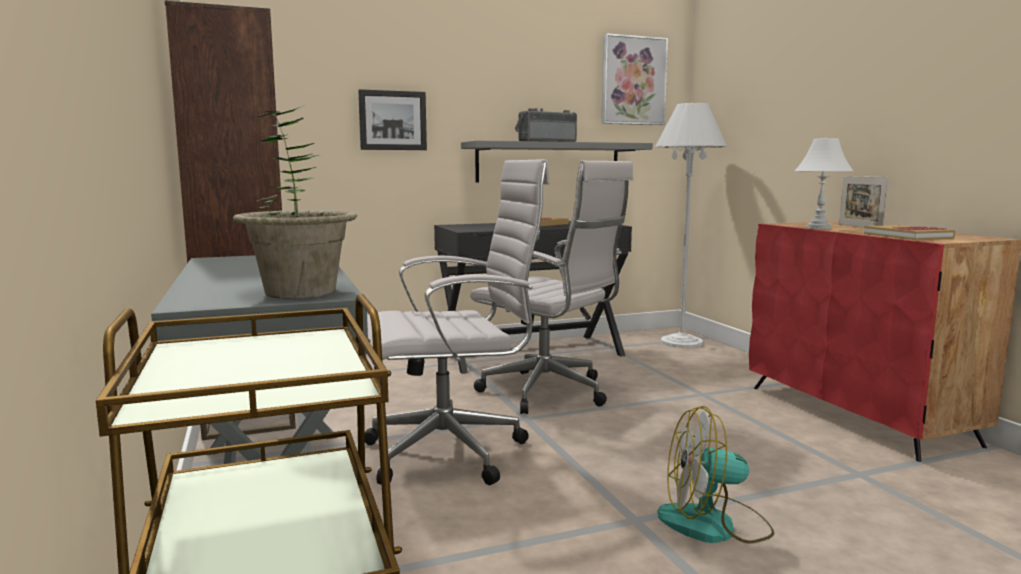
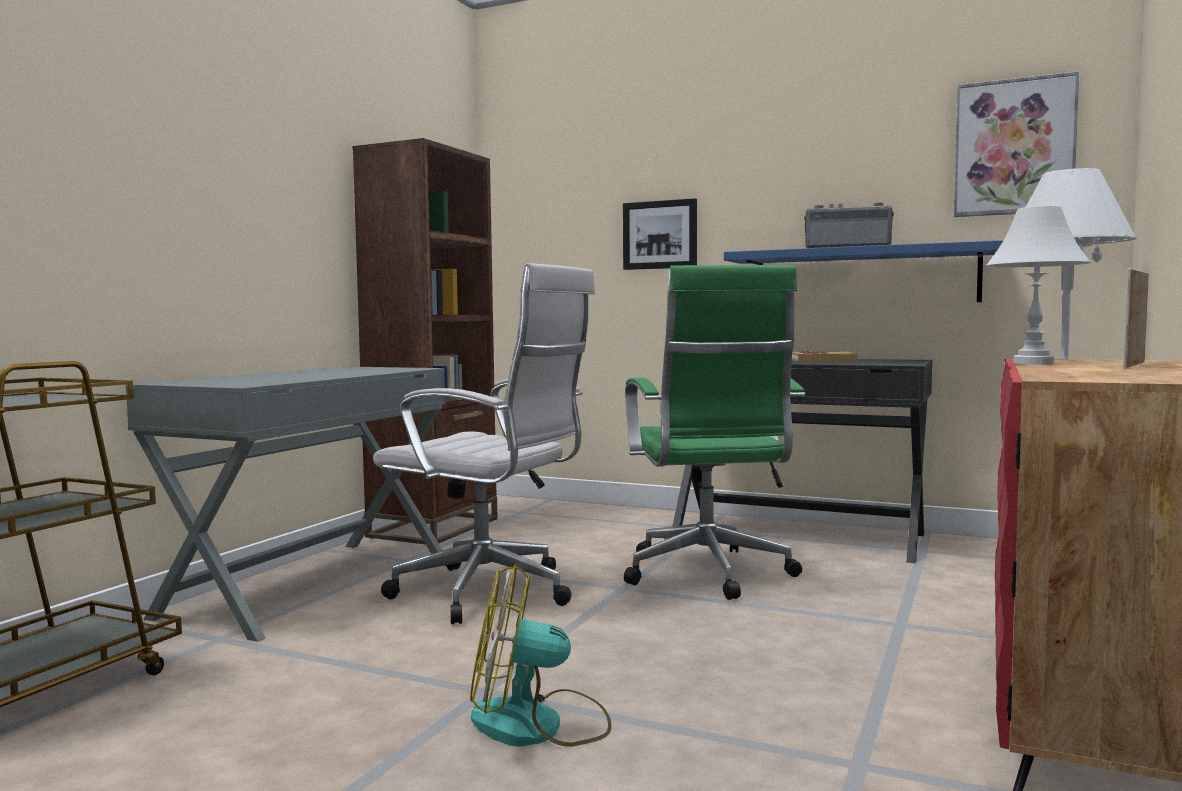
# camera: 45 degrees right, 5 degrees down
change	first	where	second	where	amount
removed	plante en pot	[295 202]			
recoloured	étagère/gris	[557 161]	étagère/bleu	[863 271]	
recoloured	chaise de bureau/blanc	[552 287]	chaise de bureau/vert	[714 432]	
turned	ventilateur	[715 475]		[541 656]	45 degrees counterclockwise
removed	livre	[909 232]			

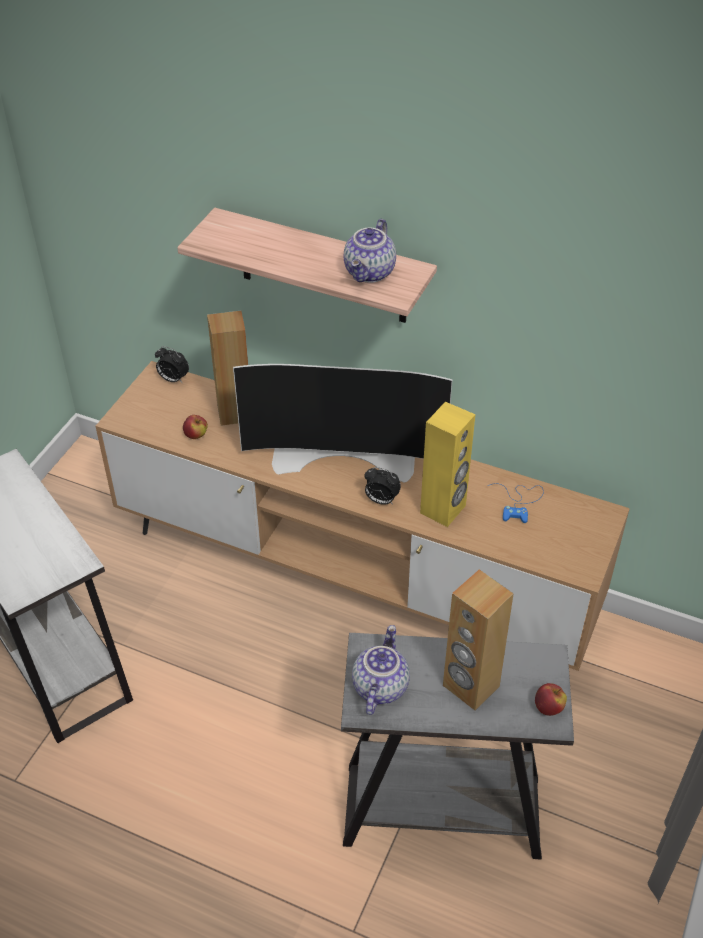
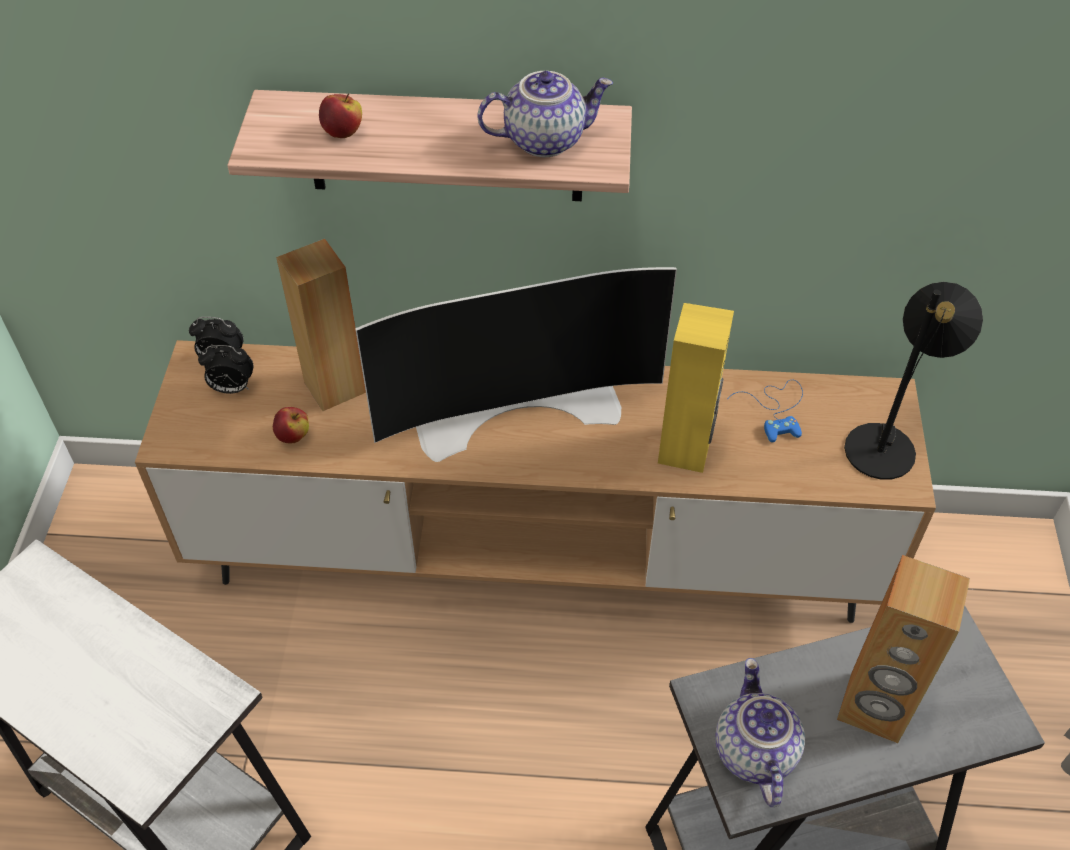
# camera: 20 degrees left, 5 degrees up
change	first	where	second	where	amount
turned	théière	[370 251]		[545 114]	105 degrees counterclockwise
moved	réveil	[382 486]		[225 369]	
moved	pomme	[551 699]		[340 116]	
added			lampe de table/noir	[913 381]	

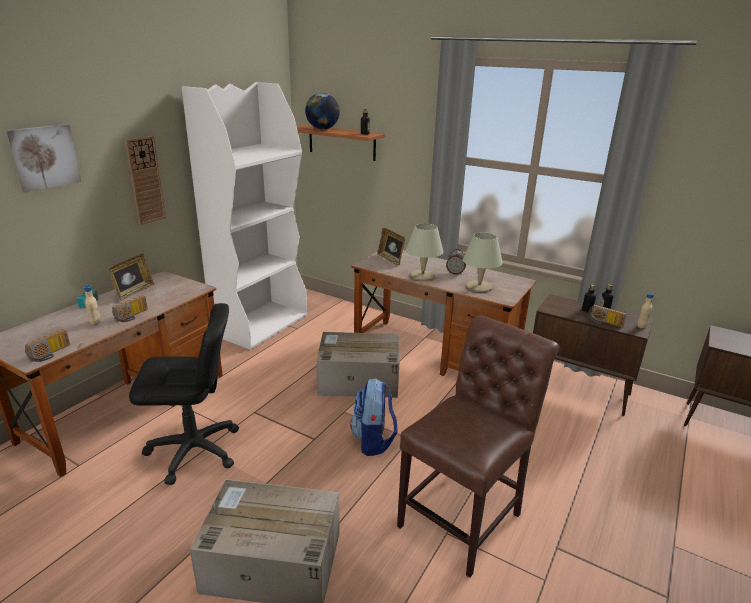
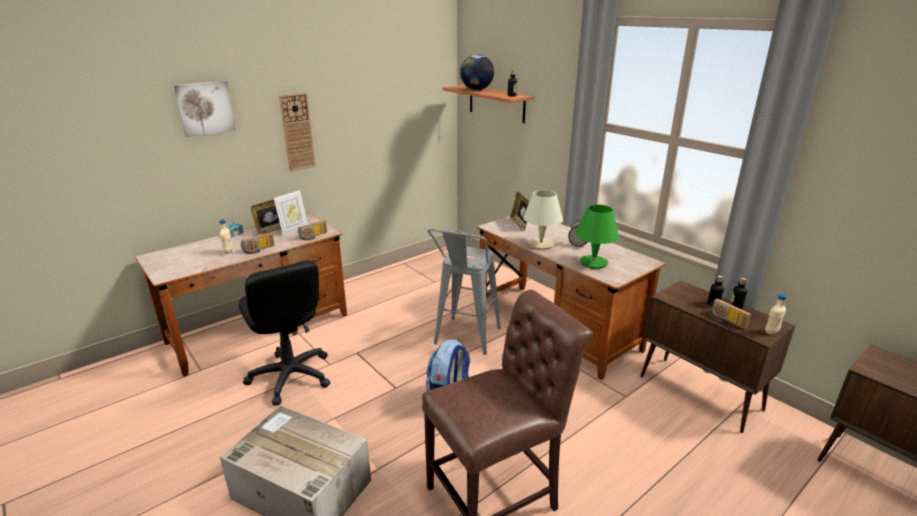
# camera: 20 degrees right, 0 degrees up
change	first	where	second	where	amount
moved	radio	[47 345]		[312 230]	
turned	chaise de bureau/noir	[184 394]		[284 333]	45 degrees clockwise
removed	bibliothèque/blanc	[244 216]			
replaced	carton	[357 365]	tabouret/gris	[464 292]	
recoloured	lampe de table/beige	[483 262]	lampe de table/vert	[597 237]	
added			cadre photo	[291 213]	

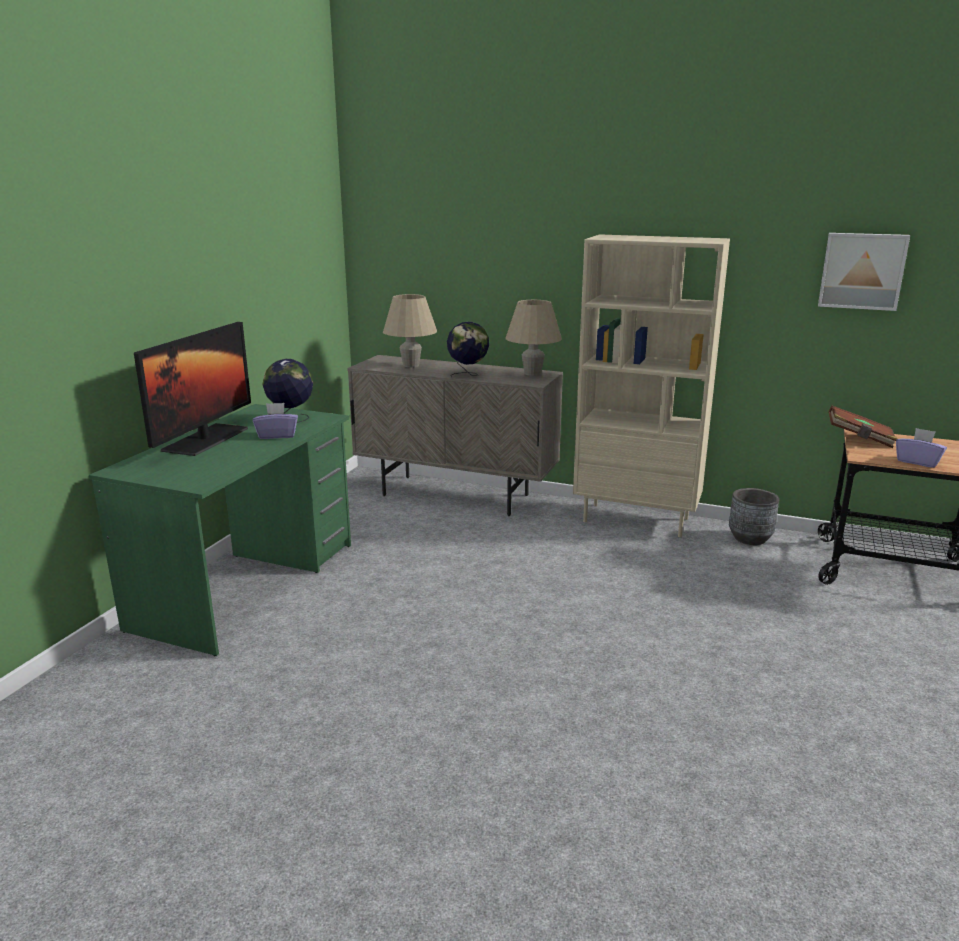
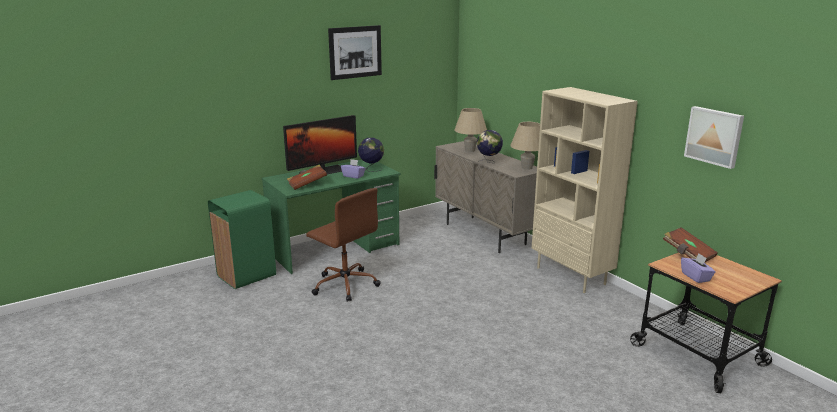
# camera: 35 degrees right, 0 degrees up
change	first	where	second	where	amount
removed	cache-pot/gris	[754 516]			
added			poubelle/vert	[242 239]	
added			livre/marron	[307 177]	
added			chaise de bureau/marron	[343 245]	
added			tableau	[355 52]	

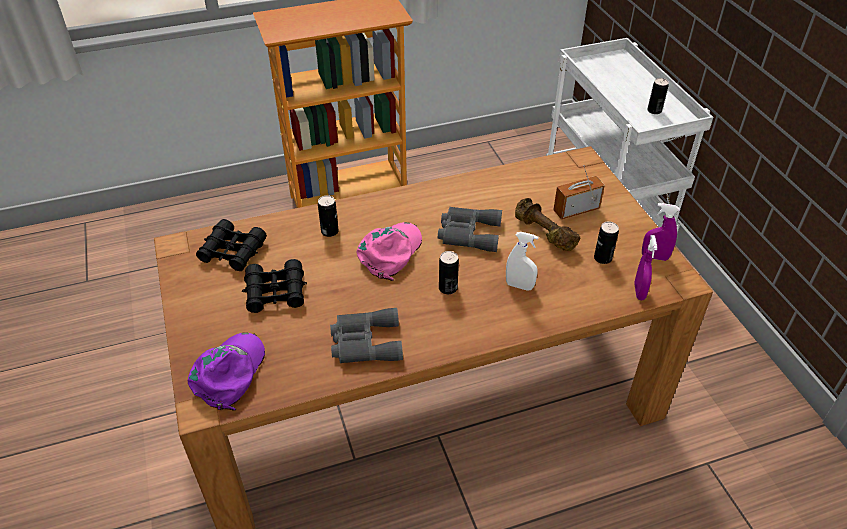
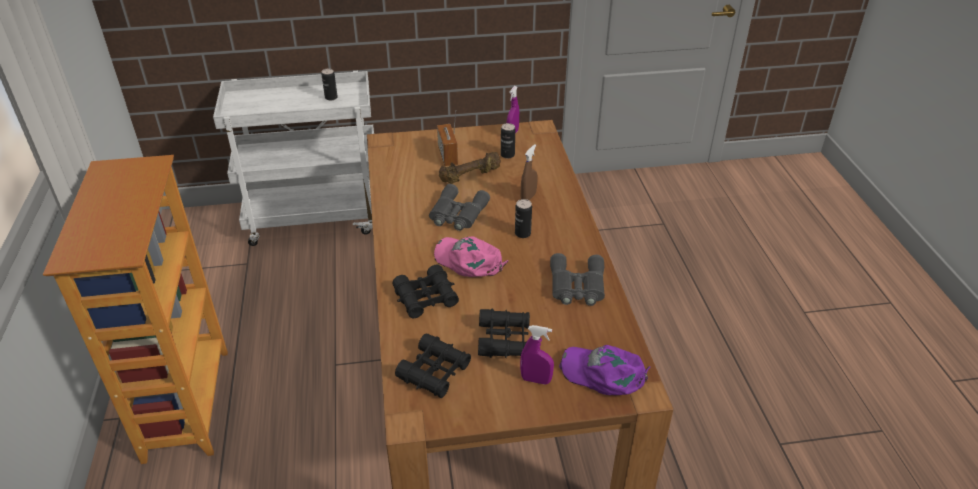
# camera: 80 degrees left, 5 degrees down
change	first	where	second	where	amount
replaced	boîte métallique	[328 216]	jumelles/noir	[426 291]	
recoloured	vaporisateur/blanc	[522 261]	vaporisateur/marron	[528 172]	
moved	vaporisateur/violet	[645 267]		[537 354]	

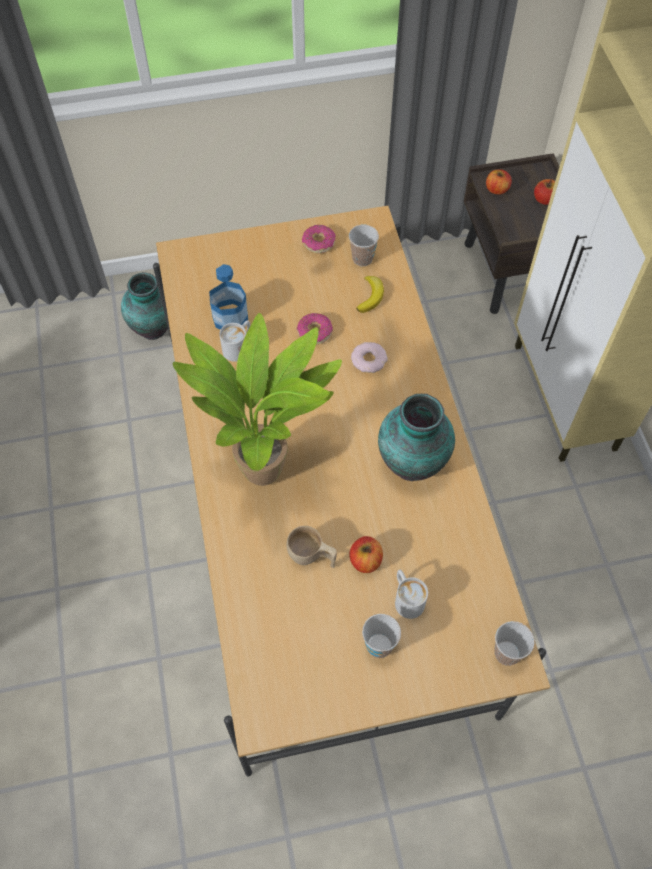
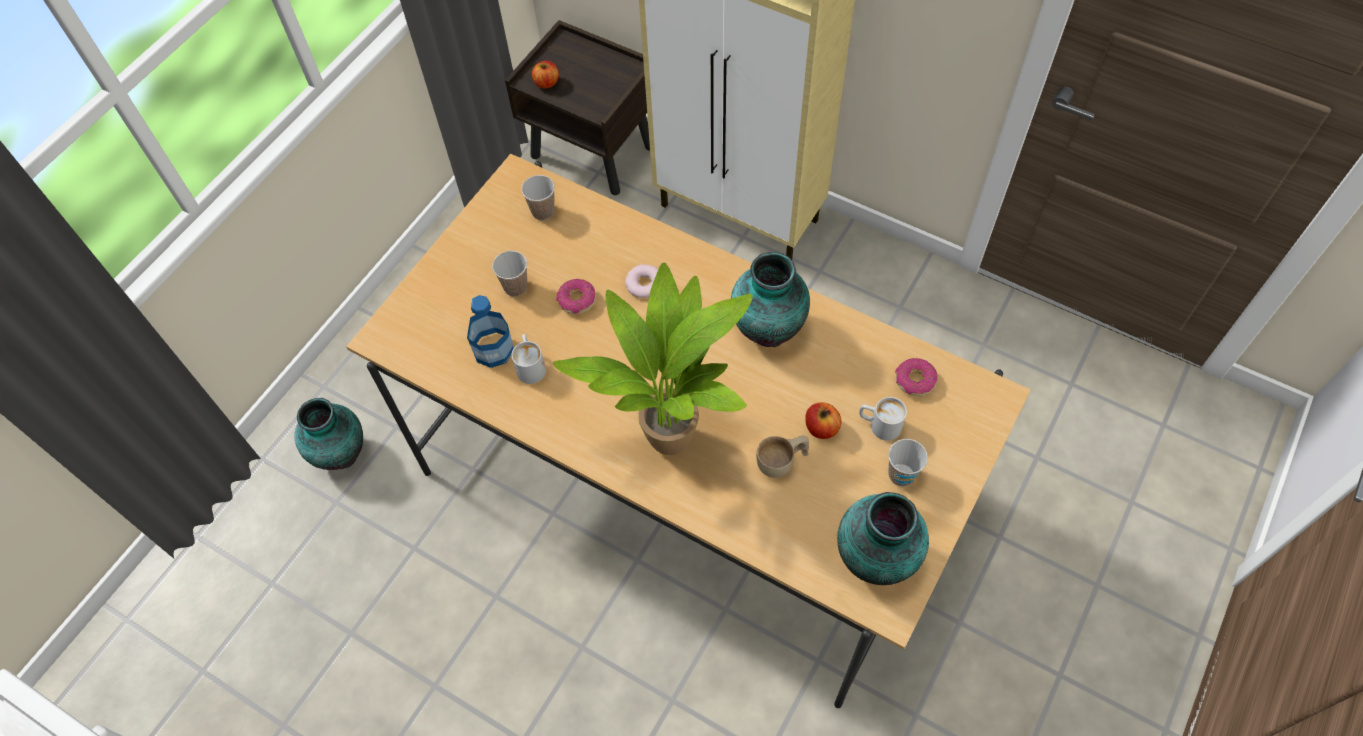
# camera: 45 degrees left, 0 degrees up
change	first	where	second	where	amount
moved	beignet	[319 239]		[916 377]	
removed	banane	[370 294]			
moved	tasse	[514 643]		[509 274]	
removed	pomme	[544 192]			
added			vase	[883 538]	

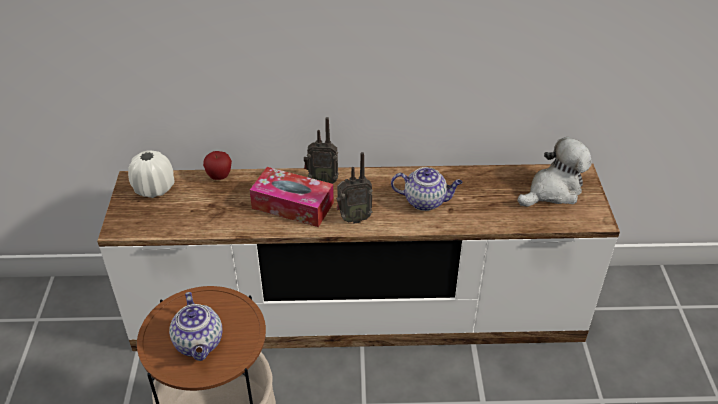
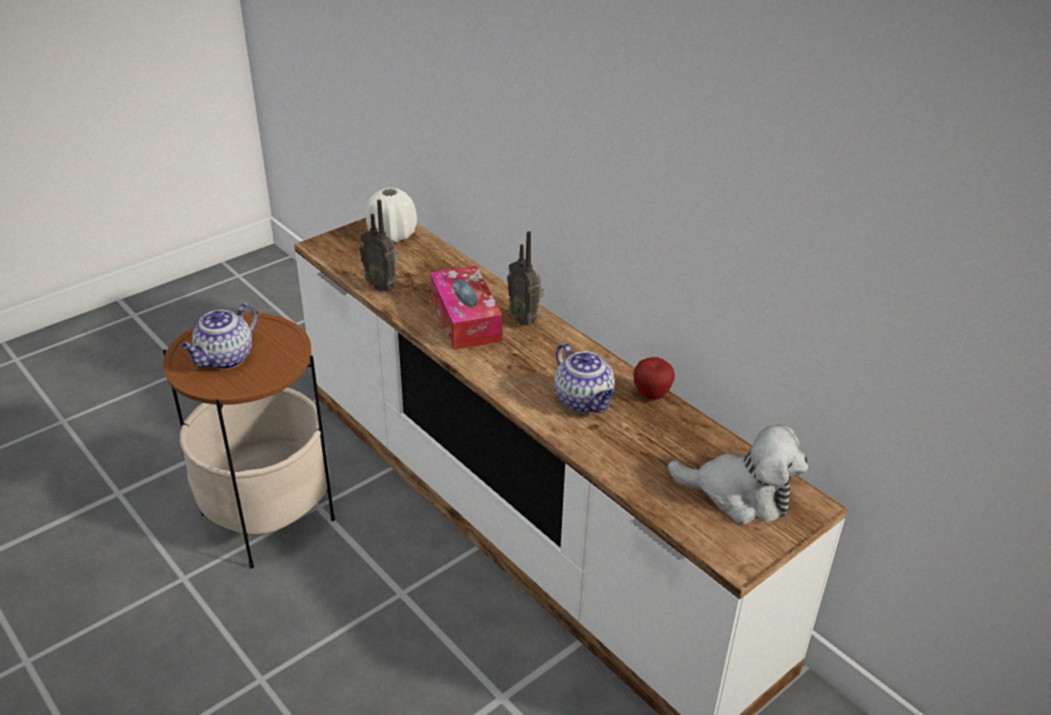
# camera: 50 degrees right, 5 degrees down
change	first	where	second	where	amount
moved	pomme	[217 165]		[654 378]	
moved	radio	[354 188]		[378 245]	

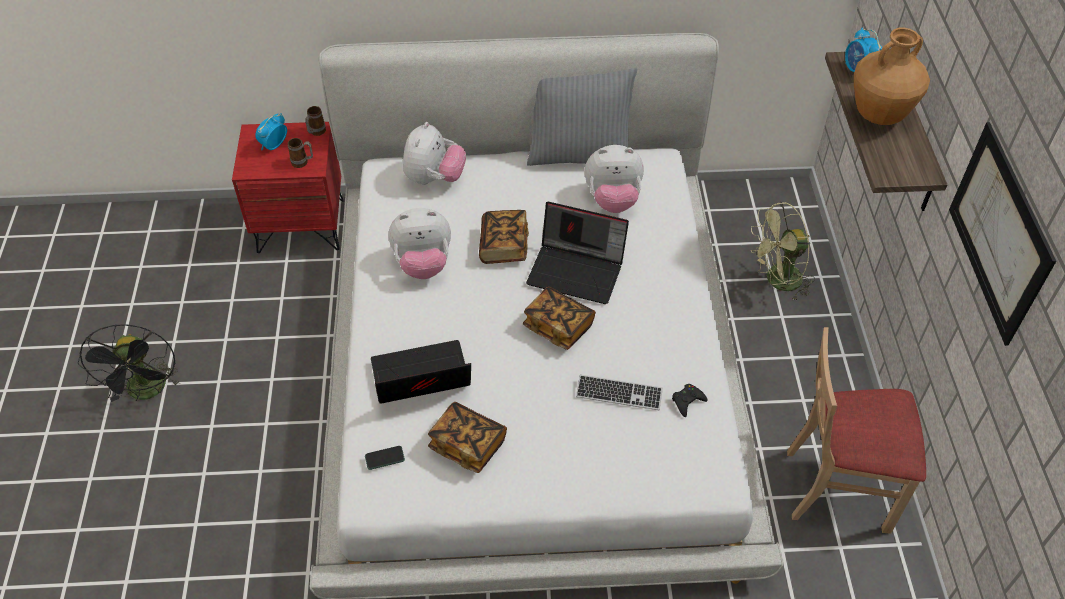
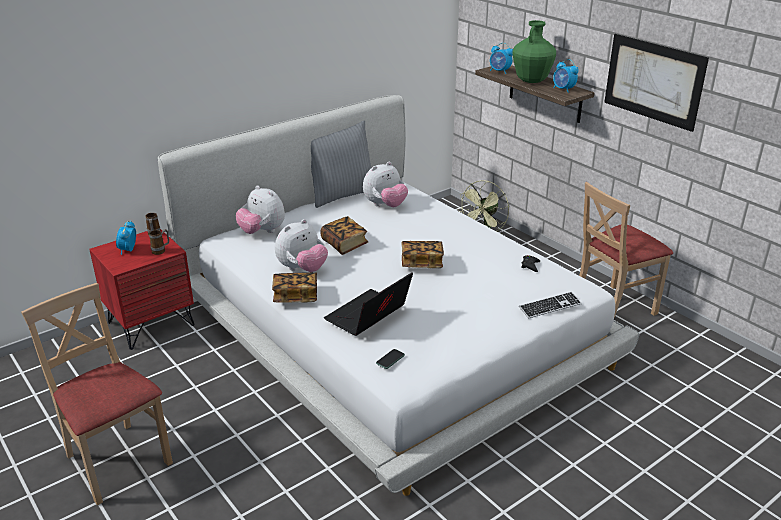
# camera: 35 degrees left, 20 degrees down
change	first	where	second	where	amount
replaced	ventilateur/noir	[129 363]	chaise/beige	[97 394]	
turned	peluche	[434 153]		[260 209]	150 degrees clockwise
moved	livre	[467 437]		[294 287]	
removed	ordinateur portable	[577 253]			
moved	clavier	[619 392]		[550 305]	
recoloured	vase/marron	[892 76]	vase/vert	[534 51]	
added			réveil	[566 76]	

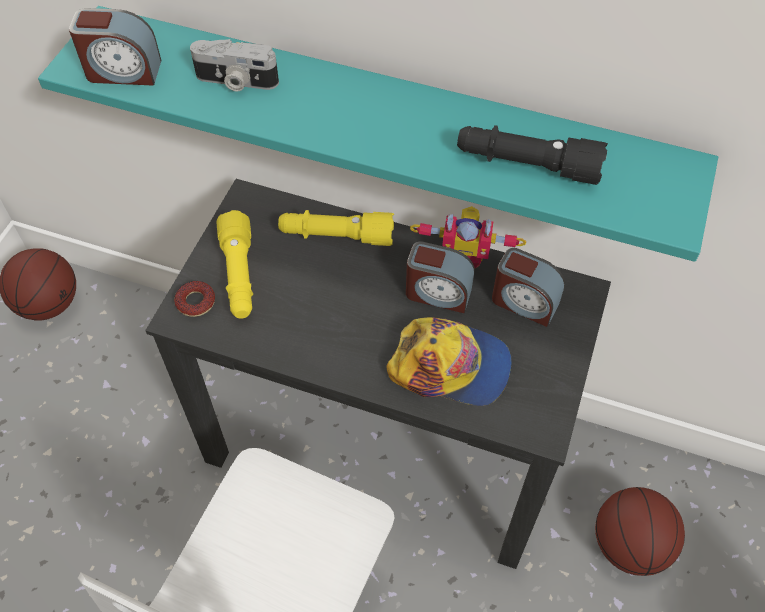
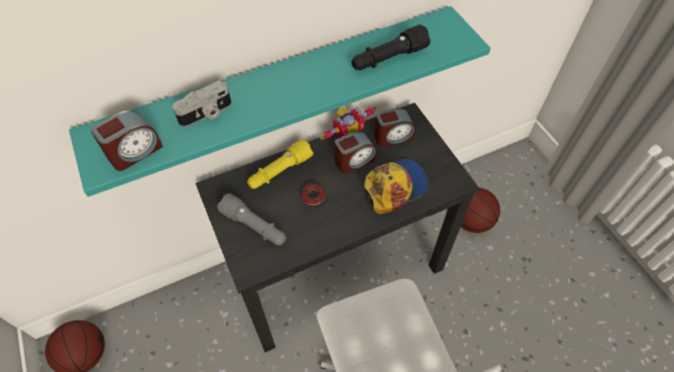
# camera: 45 degrees left, 0 degrees up
change	first	where	second	where	amount
moved	beignet	[194 299]		[313 194]	
recoloured	lampe de poche/jaune	[235 264]	lampe de poche/gris	[251 219]	

